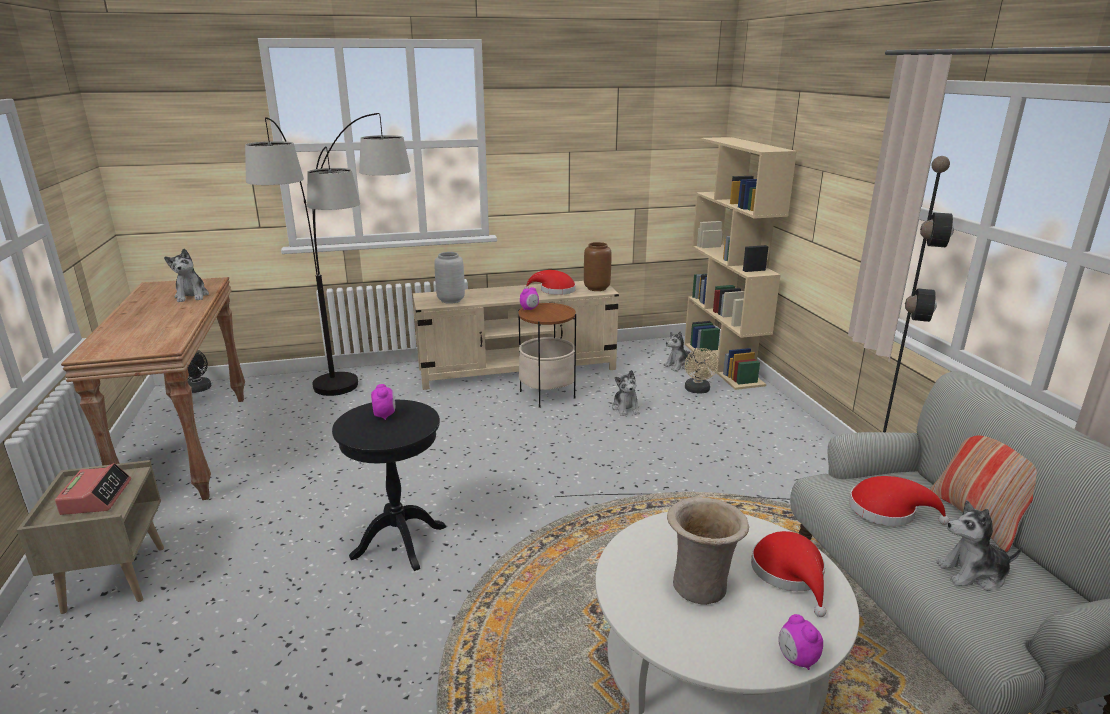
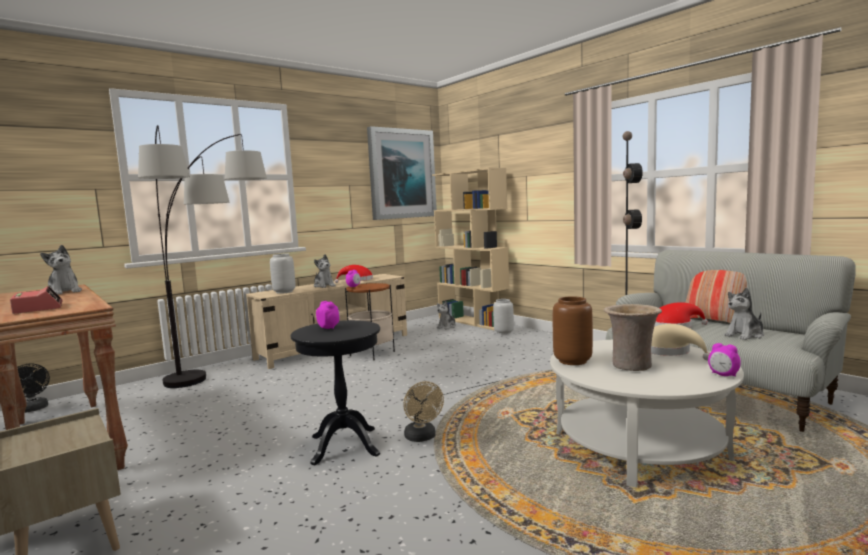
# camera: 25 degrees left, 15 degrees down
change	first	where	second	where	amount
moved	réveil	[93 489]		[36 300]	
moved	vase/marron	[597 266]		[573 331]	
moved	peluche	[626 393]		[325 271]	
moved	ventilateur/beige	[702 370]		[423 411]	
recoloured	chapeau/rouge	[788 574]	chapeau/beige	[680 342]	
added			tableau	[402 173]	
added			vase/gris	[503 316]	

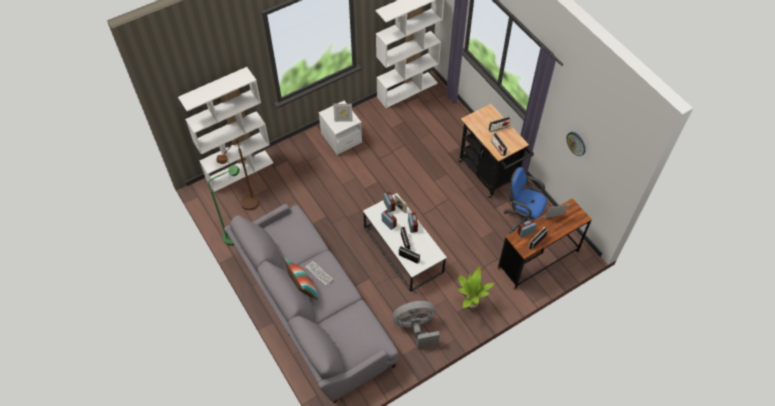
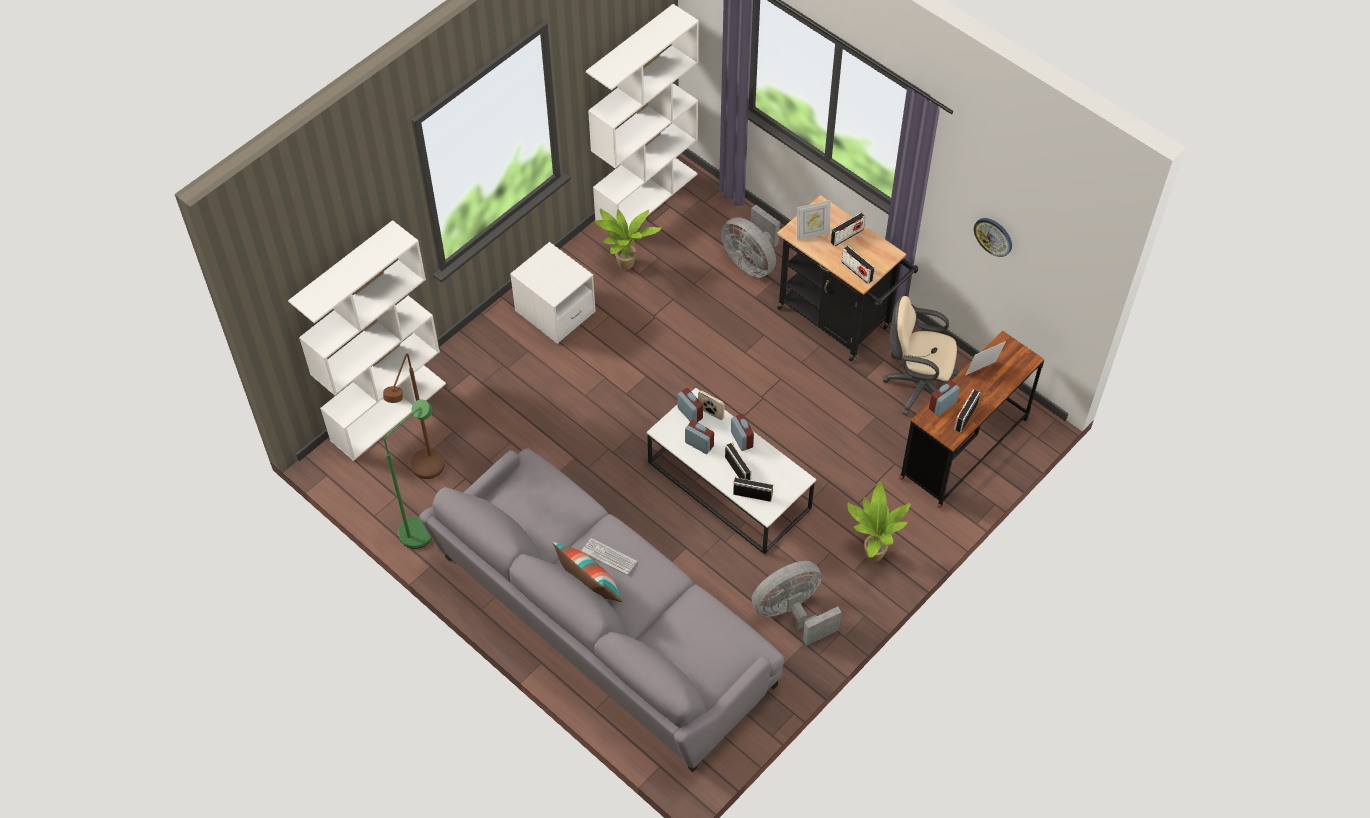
# camera: 15 degrees left, 0 degrees up
change	first	where	second	where	amount
moved	cadre photo	[343 113]		[814 220]	
recoloured	chaise de bureau/bleu	[525 200]	chaise de bureau/beige	[921 356]	
added			plante en pot	[628 239]	
added			ventilateur/gris	[750 241]	

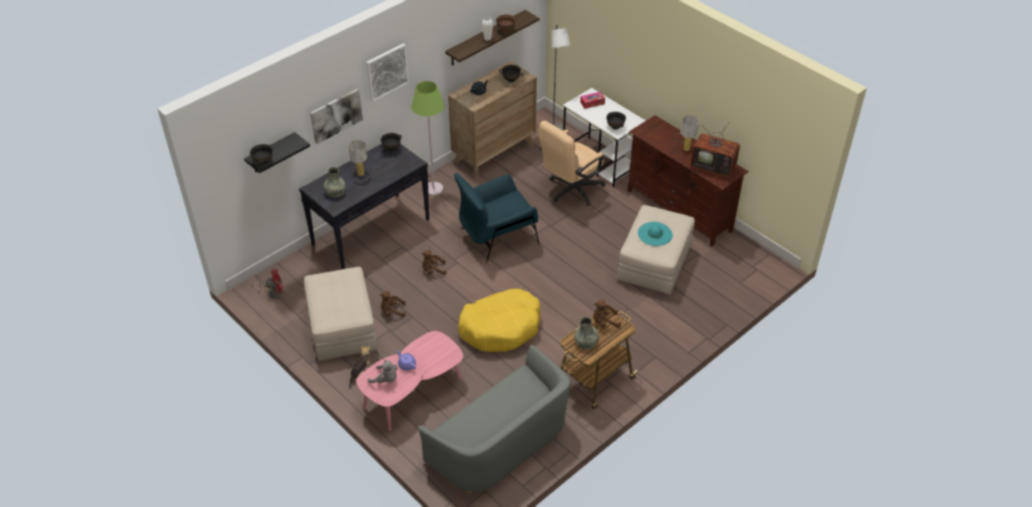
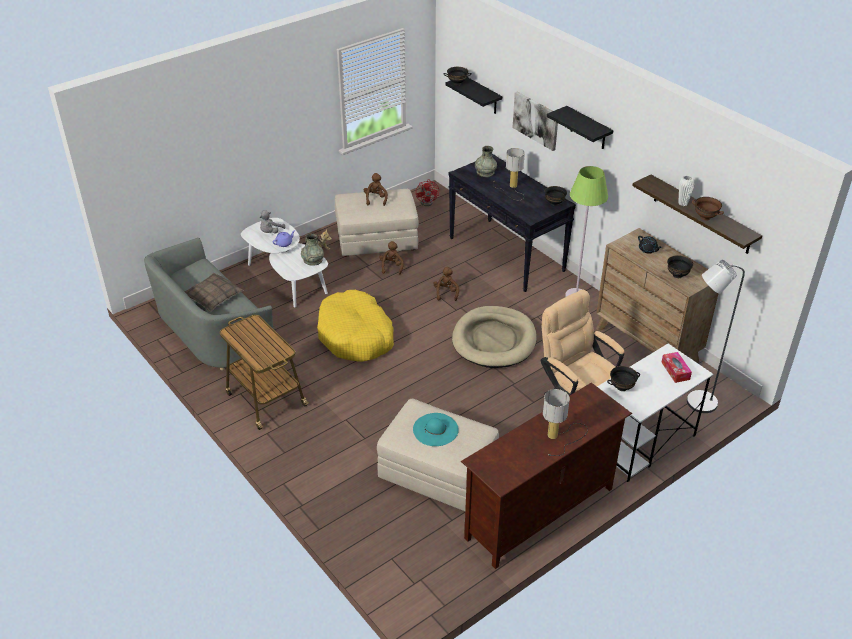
# camera: 95 degrees right, 5 degrees down
change	first	where	second	where	amount
recoloured	table basse/rose	[409 381]	table basse/blanc	[284 263]	
replaced	tableau	[387 72]	étagère/noir	[580 127]	
replaced	fauteuil/bleu	[496 218]	panier pour chien/beige	[494 337]	
moved	vase/gris	[586 333]		[312 249]	
moved	peluche/marron	[607 314]		[376 189]	
removed	téléviseur	[716 149]			
added			coussin	[214 292]	

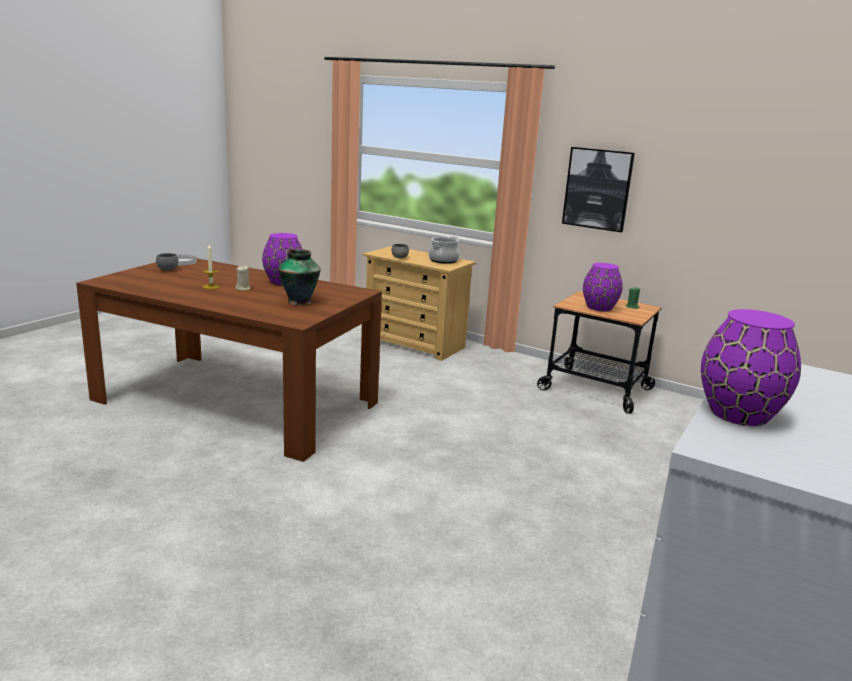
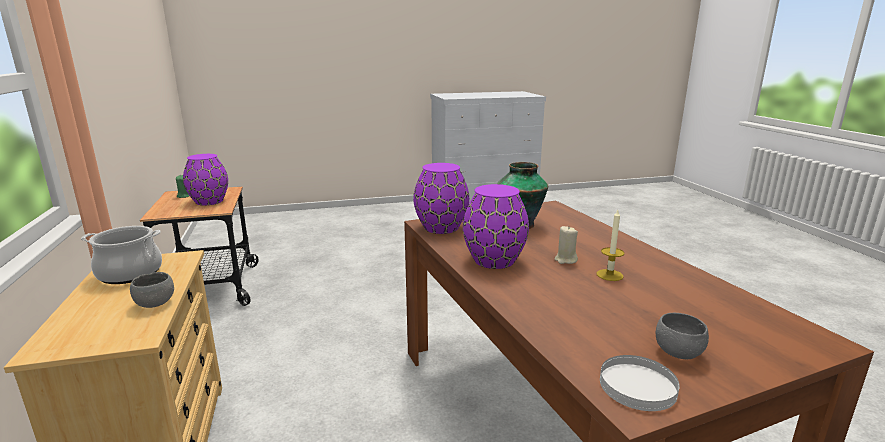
# camera: 135 degrees left, 0 degrees up
change	first	where	second	where	amount
removed	tableau	[598 189]			
moved	vase/violet	[751 367]		[441 198]	

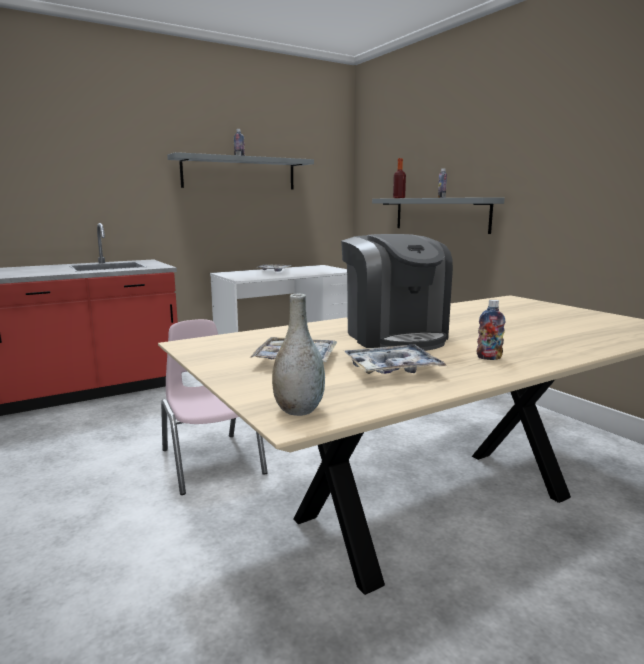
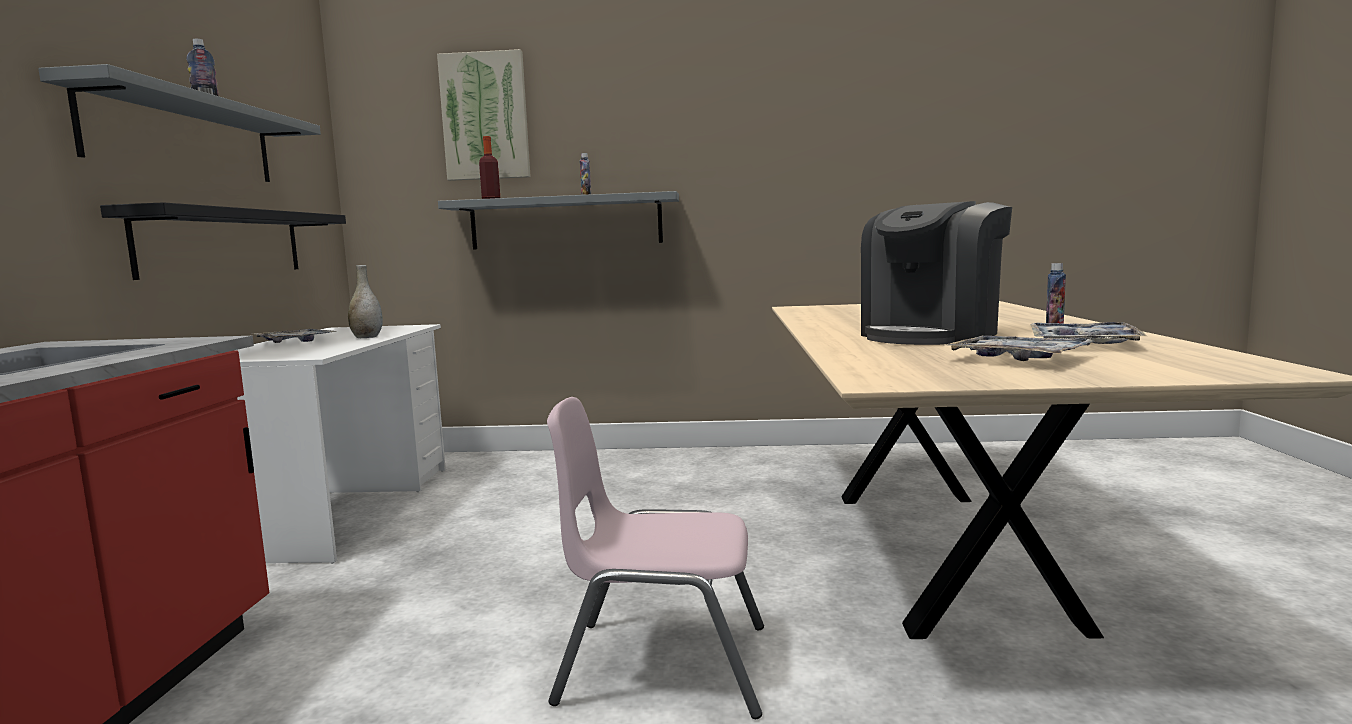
# camera: 55 degrees left, 5 degrees down
change	first	where	second	where	amount
moved	vase/gris	[298 355]		[365 301]	
turned	machine à café	[397 292]		[936 273]	120 degrees clockwise
added			étagère/noir	[223 241]	
added			tableau	[484 115]	

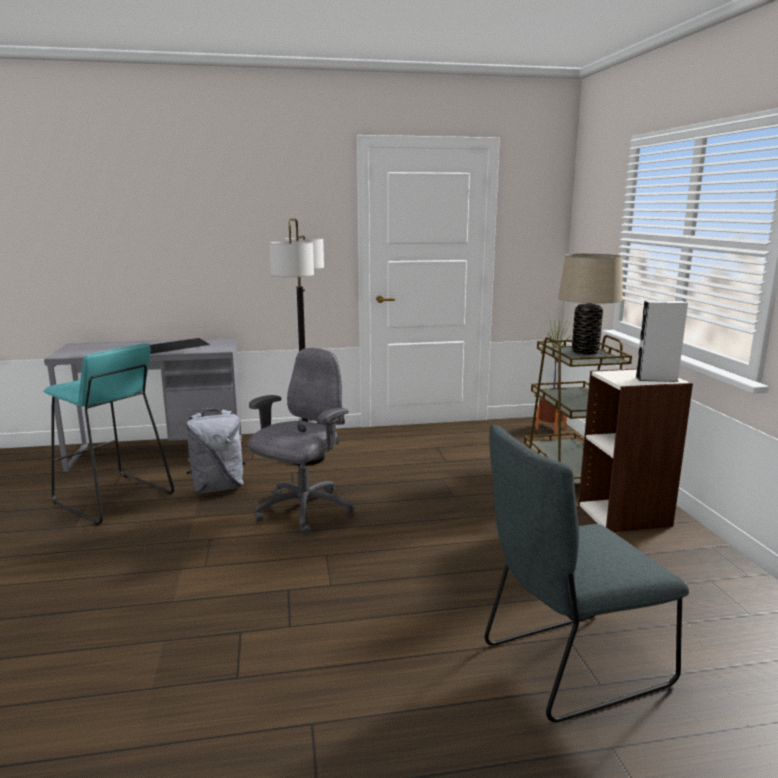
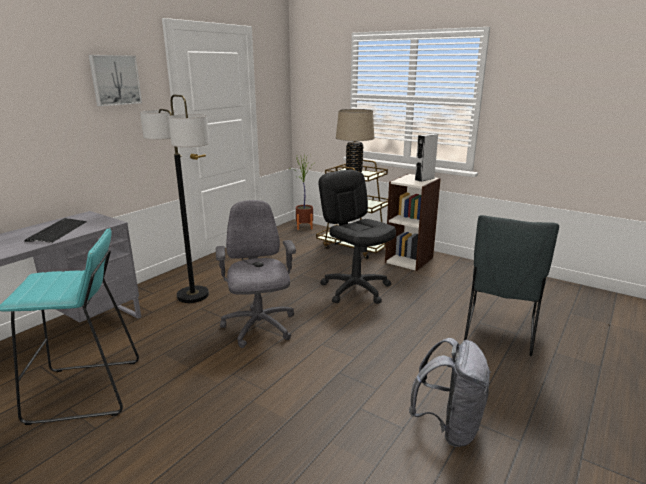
# camera: 45 degrees left, 5 degrees up
change	first	where	second	where	amount
moved	sac à dos/gris	[216 451]		[450 392]	
added			tableau	[115 80]	
added			chaise de bureau/noir	[357 237]	

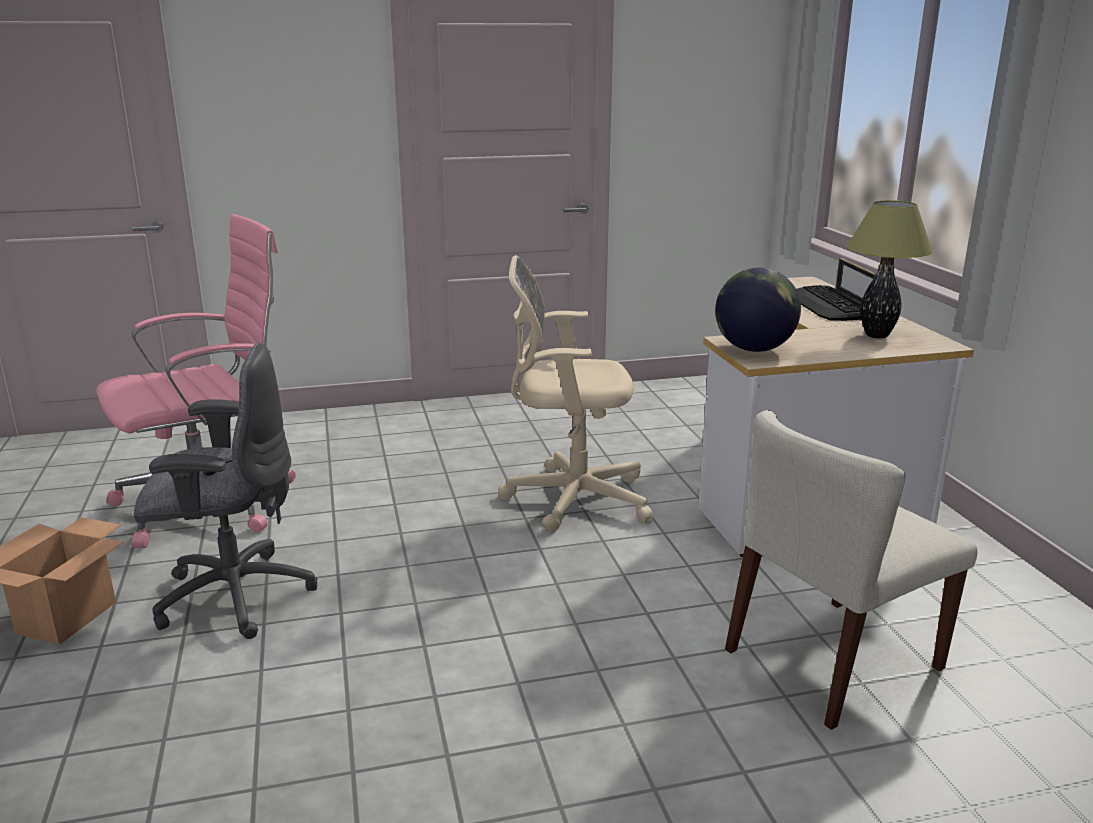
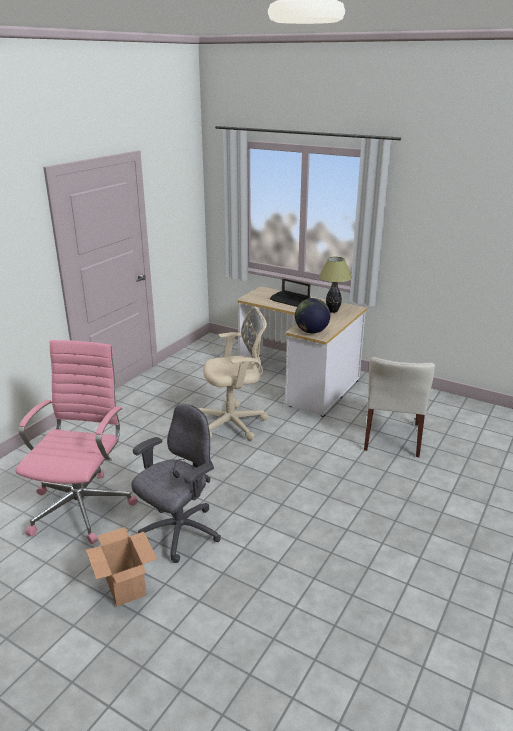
# camera: 45 degrees left, 5 degrees up
change	first	where	second	where	amount
turned	chaise de bureau/beige	[575 393]		[233 373]	150 degrees counterclockwise

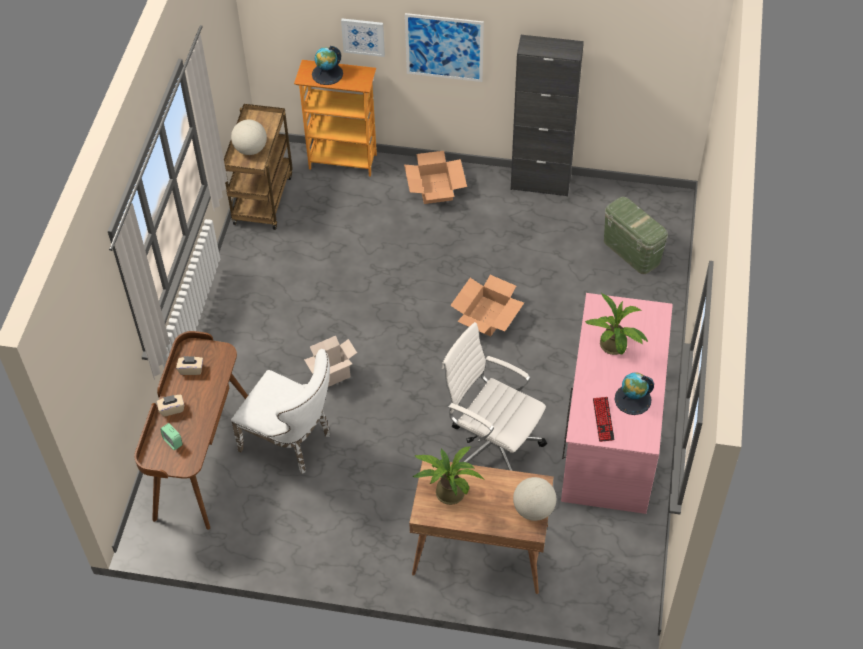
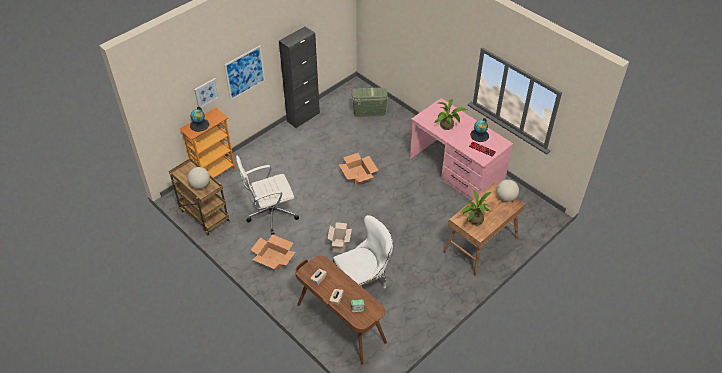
# camera: 55 degrees left, 5 degrees down
change	first	where	second	where	amount
moved	carton	[435 177]		[273 252]	
moved	chaise de bureau/blanc	[494 396]		[267 195]	

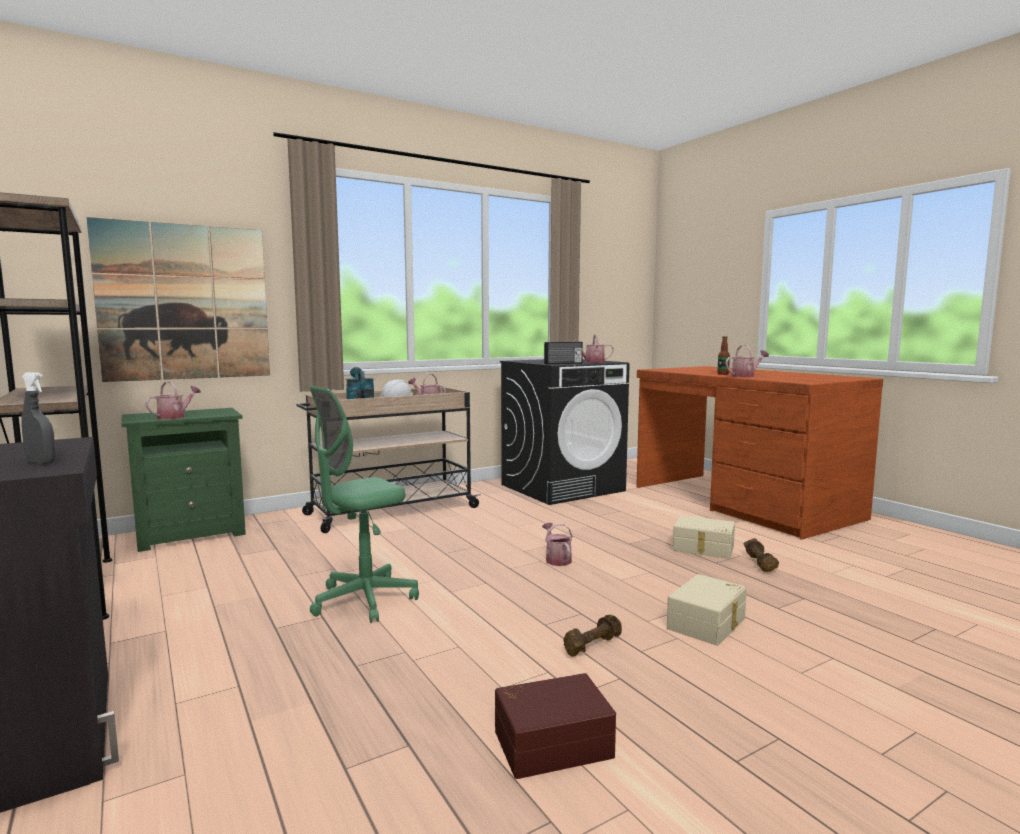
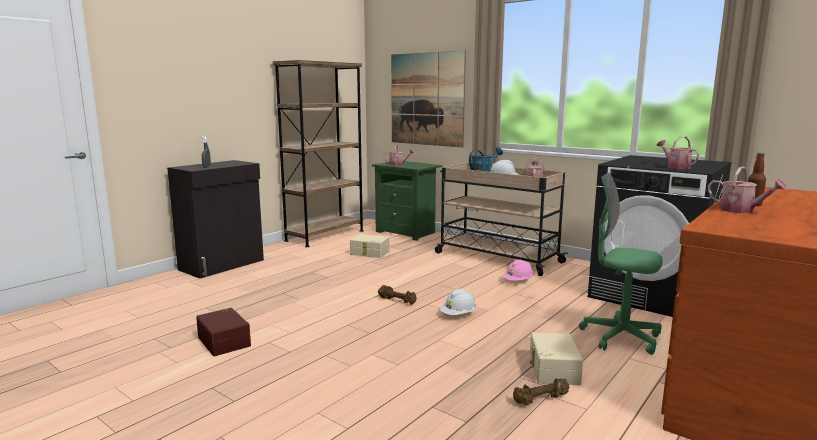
# camera: 70 degrees right, 5 degrees up
change	first	where	second	where	amount
moved	chaise de bureau/vert	[364 504]		[620 264]	
replaced	arrosoir	[557 544]	casque de chantier/blanc	[458 302]	
removed	radio	[563 353]			
moved	haltère/marron	[593 636]		[397 295]	
moved	boîte de rangement/beige	[707 610]		[369 246]	
added			casque de chantier/rose	[518 270]	

